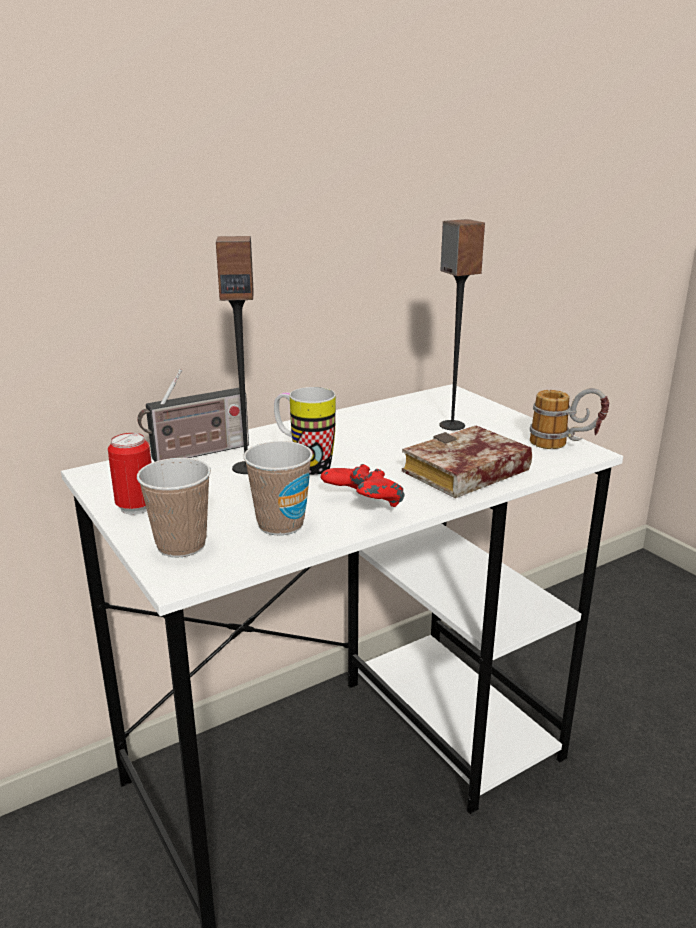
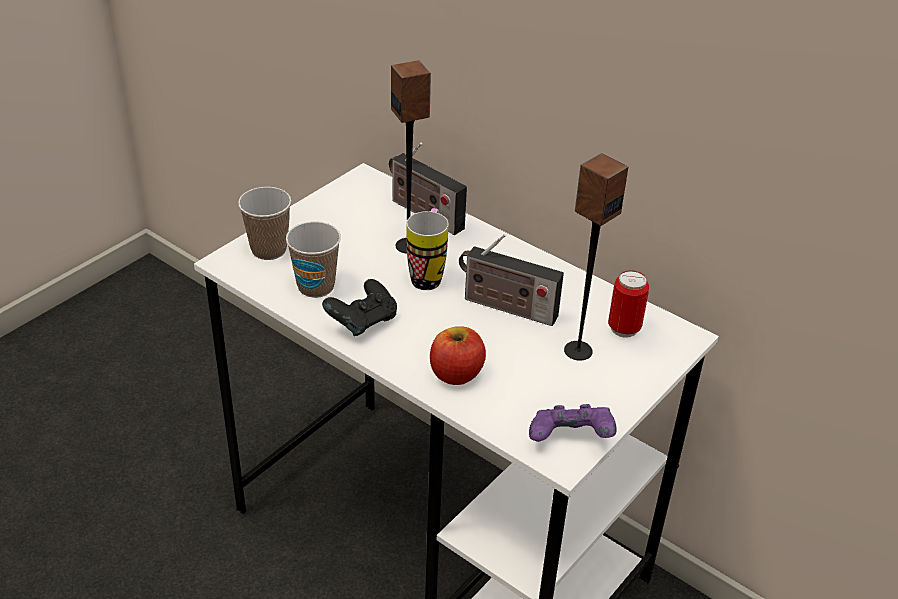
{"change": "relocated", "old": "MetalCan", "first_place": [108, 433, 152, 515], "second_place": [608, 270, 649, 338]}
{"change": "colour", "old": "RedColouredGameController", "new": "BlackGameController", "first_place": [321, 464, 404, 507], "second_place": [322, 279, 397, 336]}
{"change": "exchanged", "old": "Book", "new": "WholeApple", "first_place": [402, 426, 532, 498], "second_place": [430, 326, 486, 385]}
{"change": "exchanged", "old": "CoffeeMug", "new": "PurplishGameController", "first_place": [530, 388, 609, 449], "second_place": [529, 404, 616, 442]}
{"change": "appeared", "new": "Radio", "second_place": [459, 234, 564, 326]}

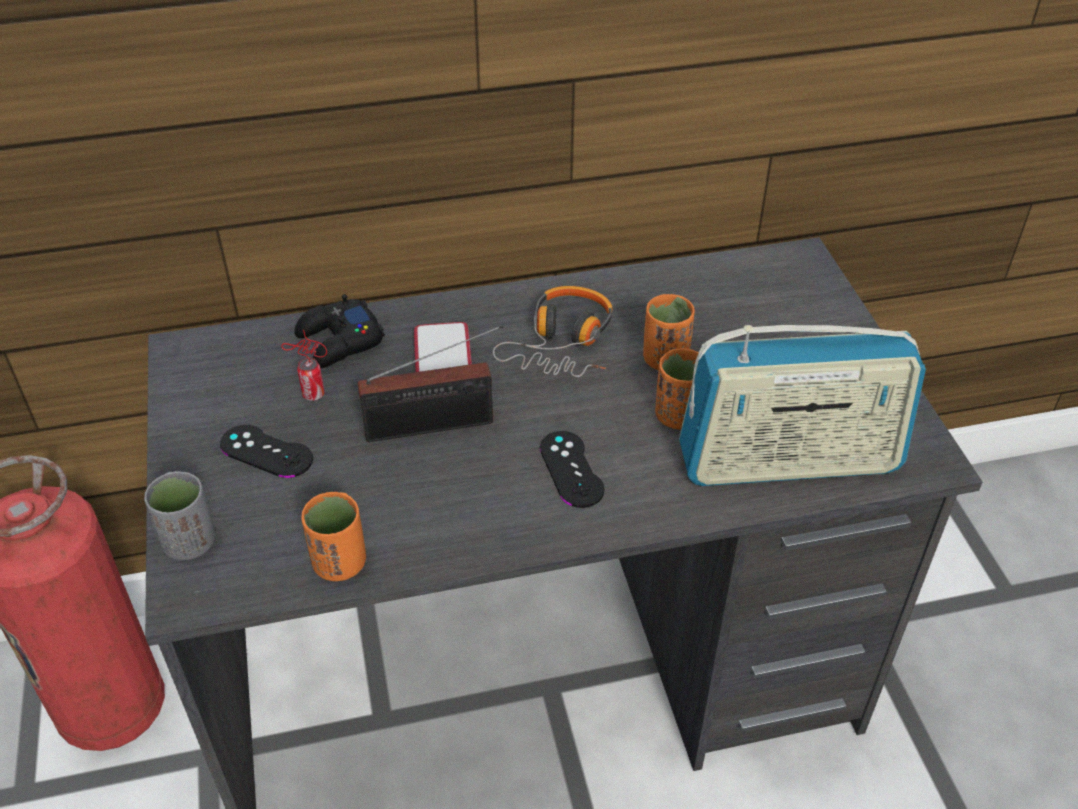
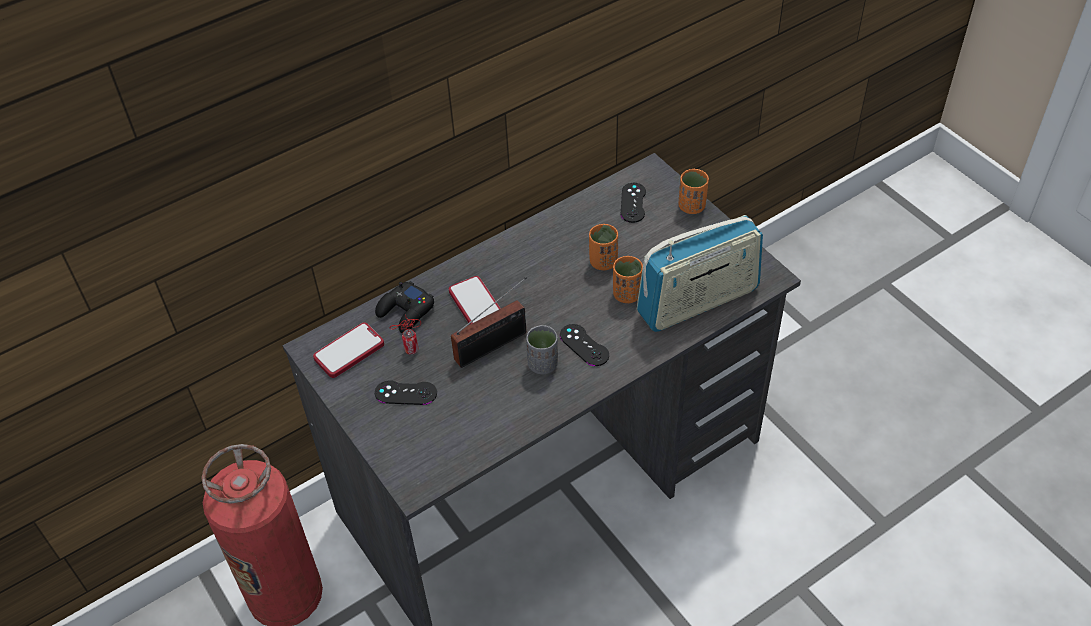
{"change": "relocated", "old": "GrayDrinkingCup", "first_place": [144, 471, 215, 560], "second_place": [526, 325, 558, 374]}
{"change": "relocated", "old": "OrangeColouredDrinkingCup", "first_place": [301, 492, 366, 581], "second_place": [678, 168, 709, 214]}
{"change": "missing", "old": "Headphones", "first_place": [493, 286, 613, 377]}
{"change": "appeared", "new": "Telephone", "second_place": [313, 323, 384, 378]}
{"change": "appeared", "new": "BlackGameController", "second_place": [620, 183, 646, 223]}

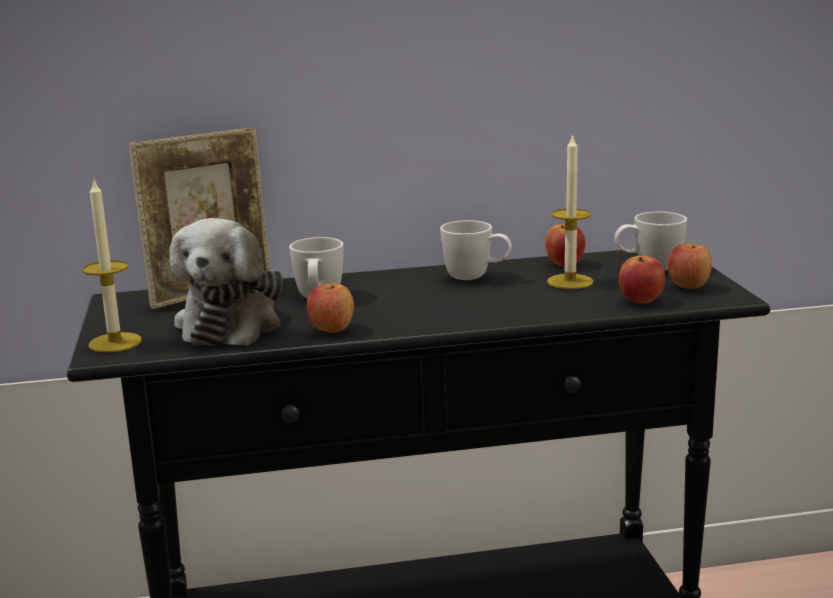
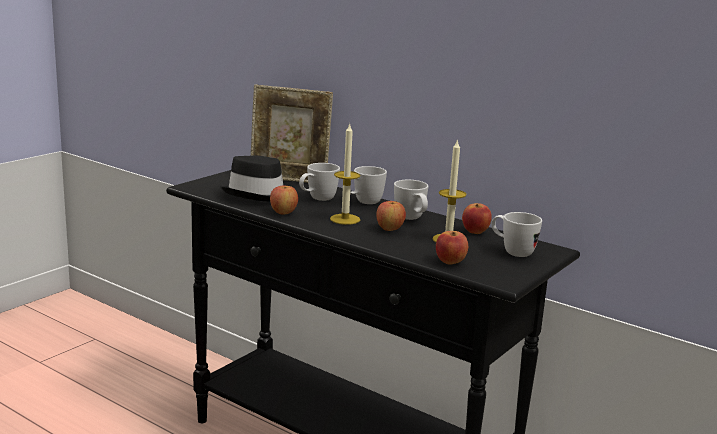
{"change": "relocated", "old": "WaxLight", "first_place": [82, 180, 141, 353], "second_place": [330, 123, 360, 225]}
{"change": "exchanged", "old": "PlushToy", "new": "BlackClothingHat", "first_place": [170, 218, 283, 346], "second_place": [221, 156, 284, 201]}
{"change": "relocated", "old": "WholeApple", "first_place": [667, 244, 712, 289], "second_place": [376, 201, 406, 231]}
{"change": "appeared", "new": "WhiteCoffeeMug", "second_place": [350, 166, 387, 204]}

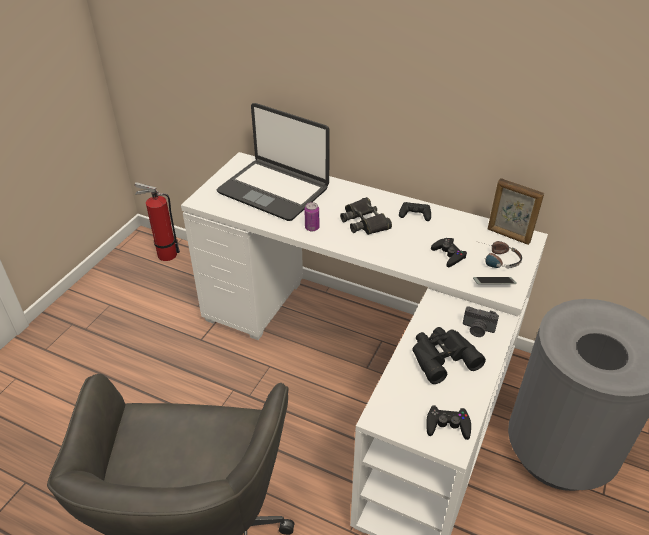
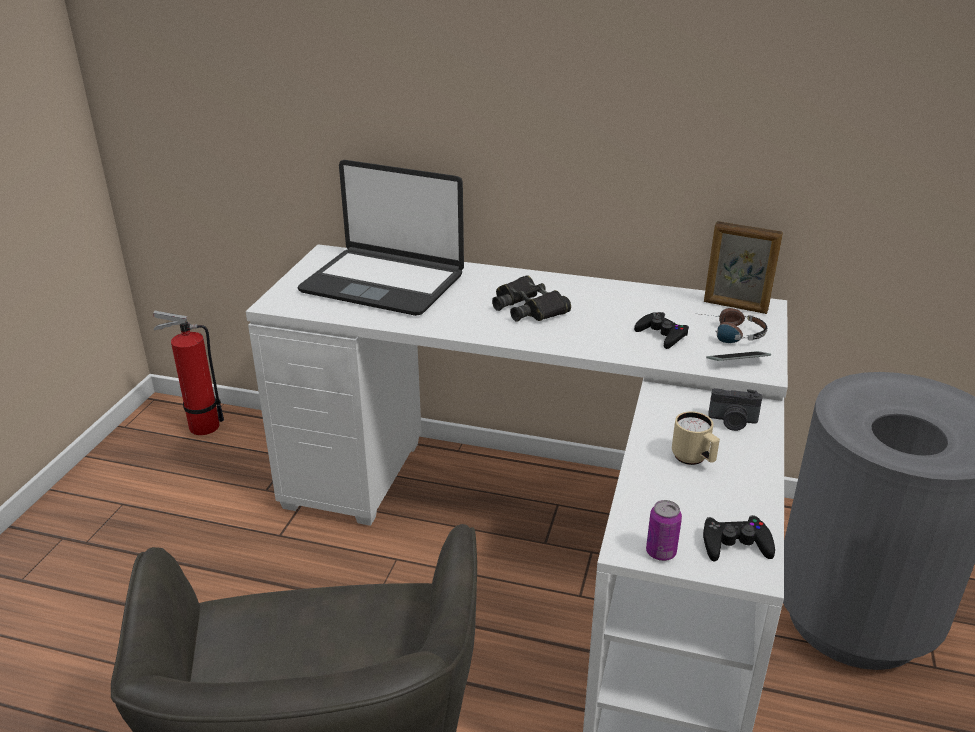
{"change": "relocated", "old": "MetalCan", "first_place": [304, 202, 319, 231], "second_place": [646, 500, 682, 561]}
{"change": "missing", "old": "BlackGameController", "first_place": [399, 202, 431, 221]}
{"change": "exchanged", "old": "BlackBinoculars", "new": "BeigeColouredCoffeeMug", "first_place": [412, 327, 486, 384], "second_place": [672, 411, 720, 465]}

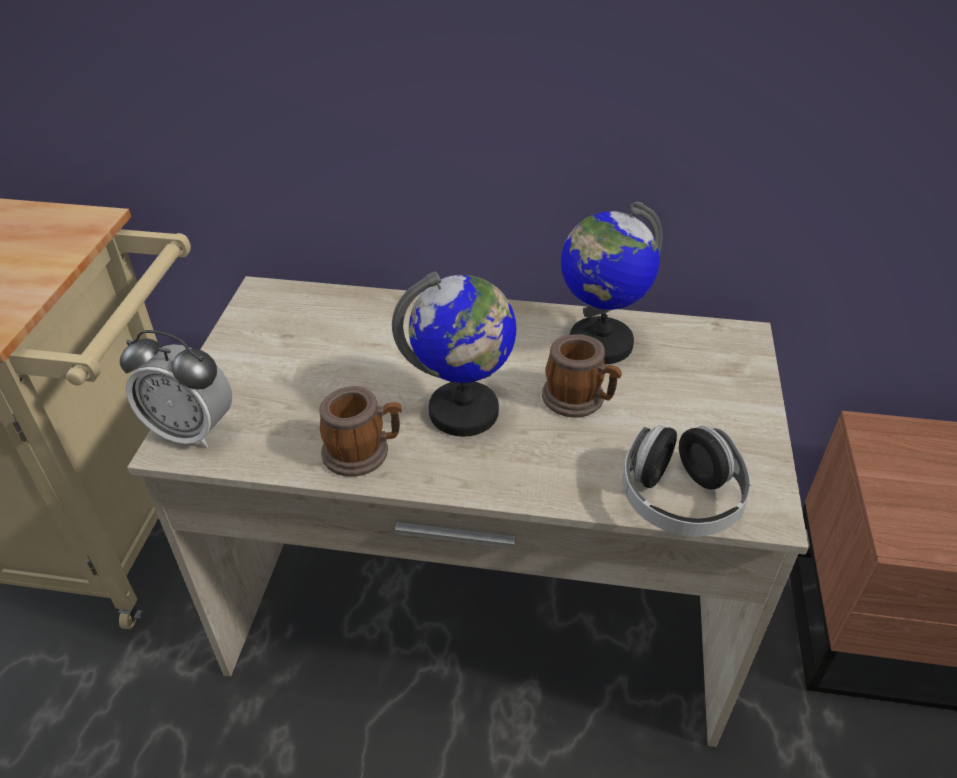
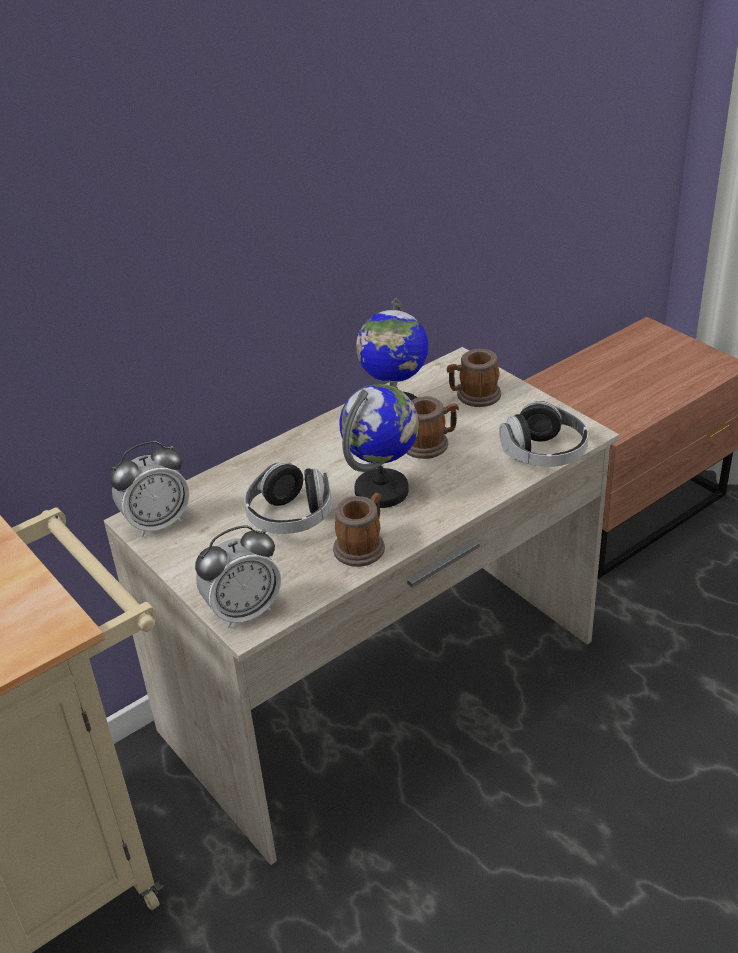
{"change": "appeared", "new": "AlarmClock", "second_place": [109, 441, 189, 537]}
{"change": "appeared", "new": "Headphones", "second_place": [244, 462, 332, 534]}
{"change": "appeared", "new": "CoffeeMug", "second_place": [447, 349, 501, 407]}

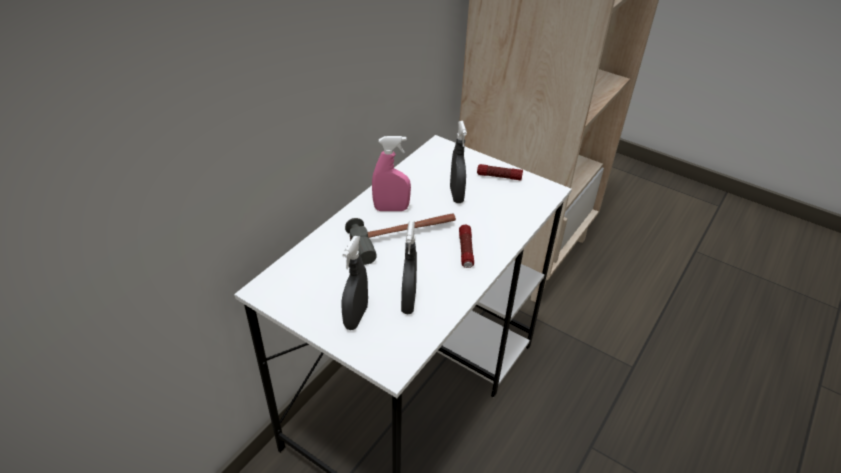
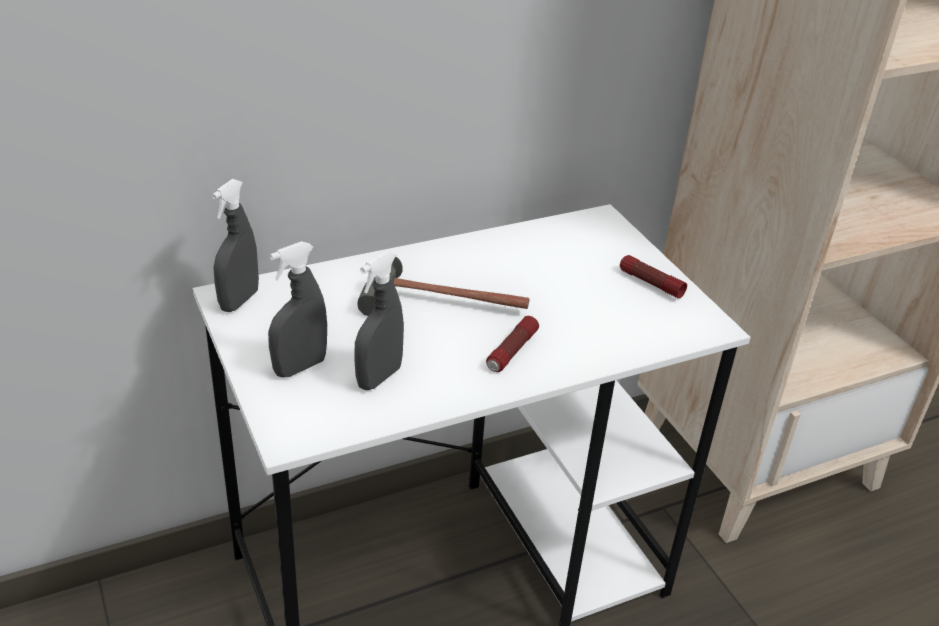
{"change": "missing", "old": "PinkishHandSprayer", "first_place": [372, 136, 411, 211]}
{"change": "relocated", "old": "GrayHandSprayer", "first_place": [450, 121, 467, 203], "second_place": [211, 179, 259, 312]}

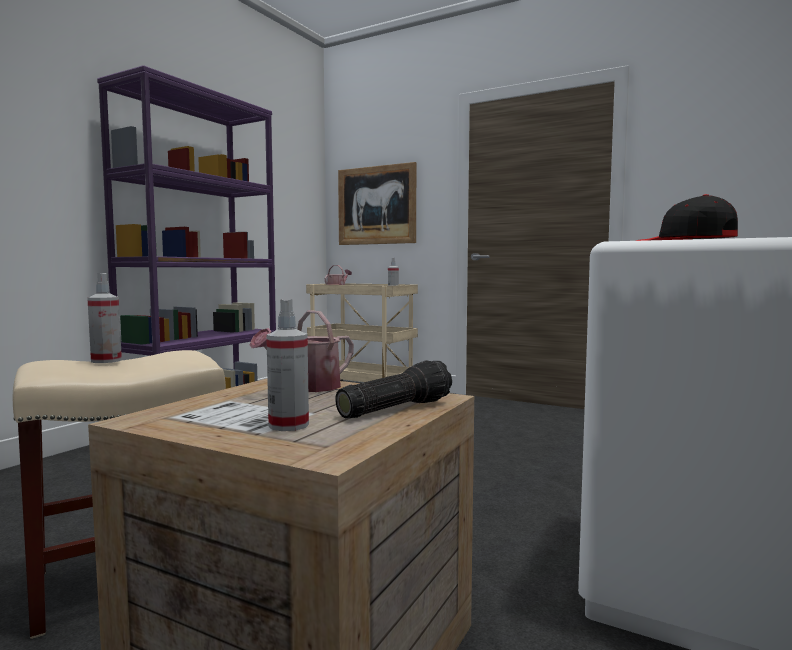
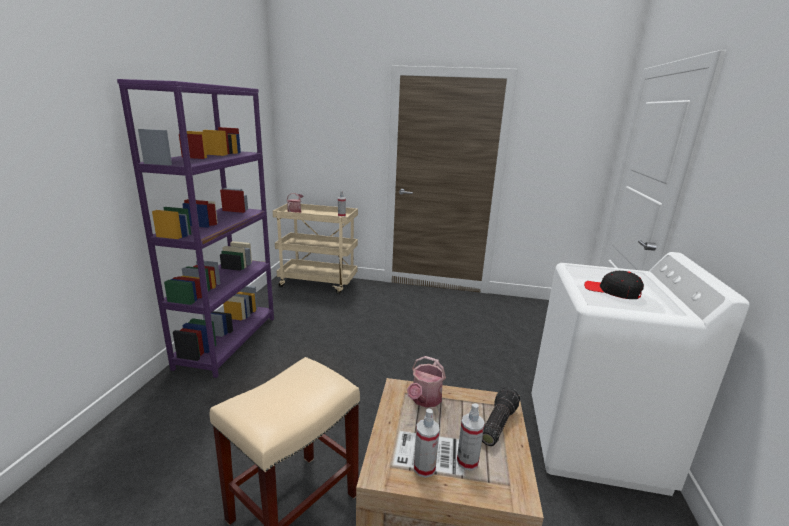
{"change": "relocated", "old": "HandSprayer", "first_place": [87, 273, 122, 363], "second_place": [414, 408, 440, 478]}
{"change": "missing", "old": "WallPicture", "first_place": [338, 162, 416, 245]}

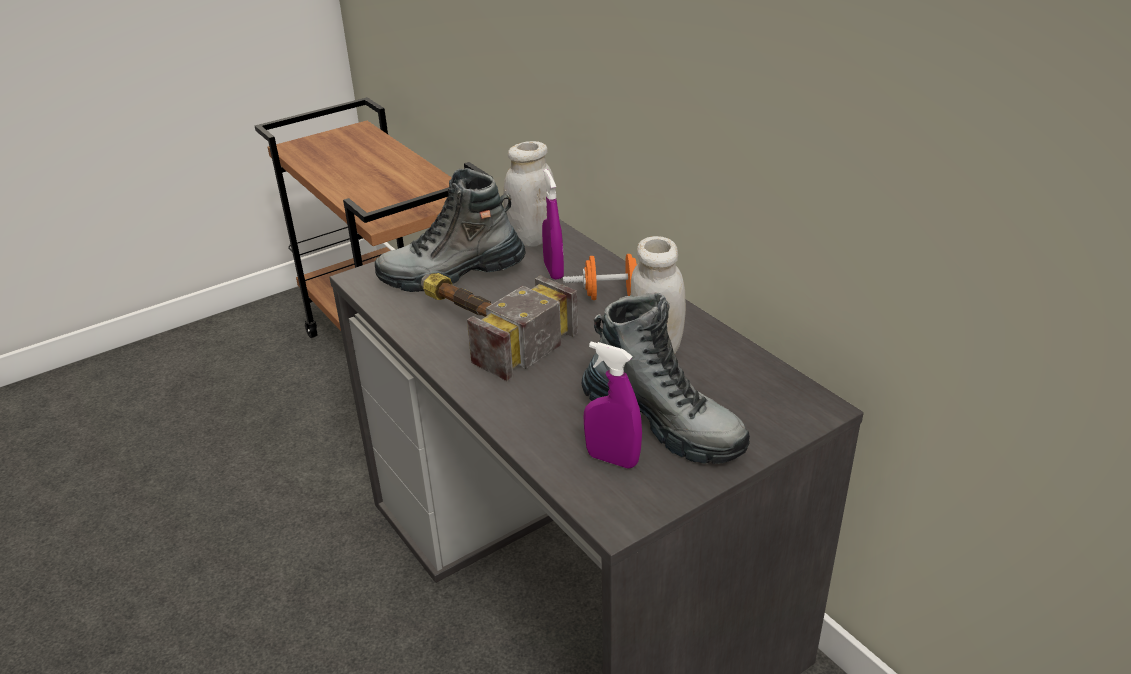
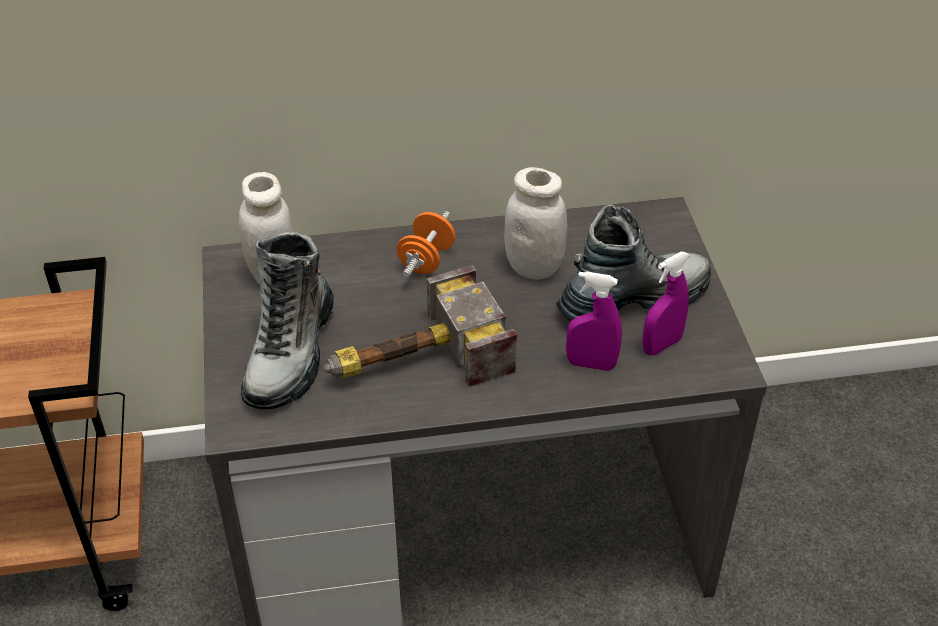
{"change": "relocated", "old": "PurplishHandSprayer", "first_place": [542, 169, 564, 280], "second_place": [566, 271, 622, 371]}

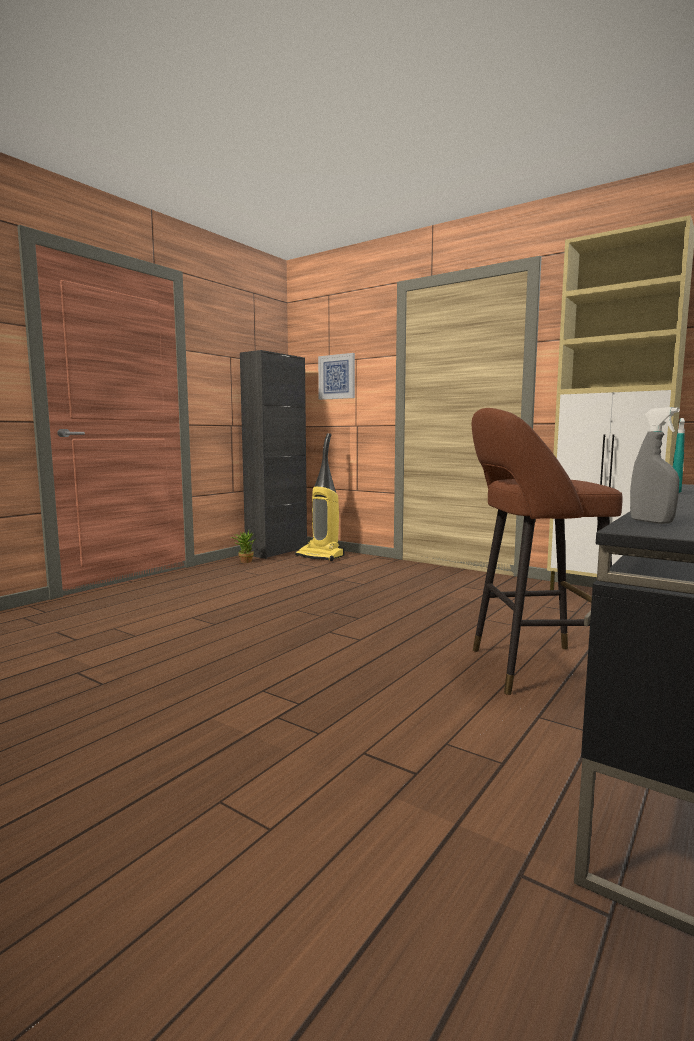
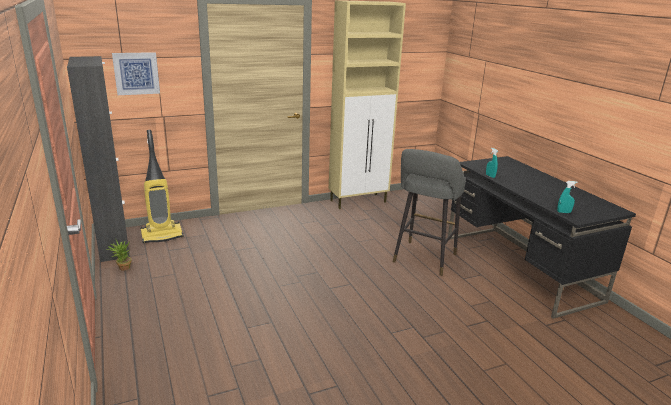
{"change": "colour", "old": "BrownColouredStoolSeat", "new": "GrayStoolSeat", "first_place": [471, 408, 623, 695], "second_place": [393, 149, 466, 276]}
{"change": "colour", "old": "GrayHandSprayer", "new": "BlueGreenHandSprayer", "first_place": [630, 407, 680, 524], "second_place": [557, 181, 577, 213]}

